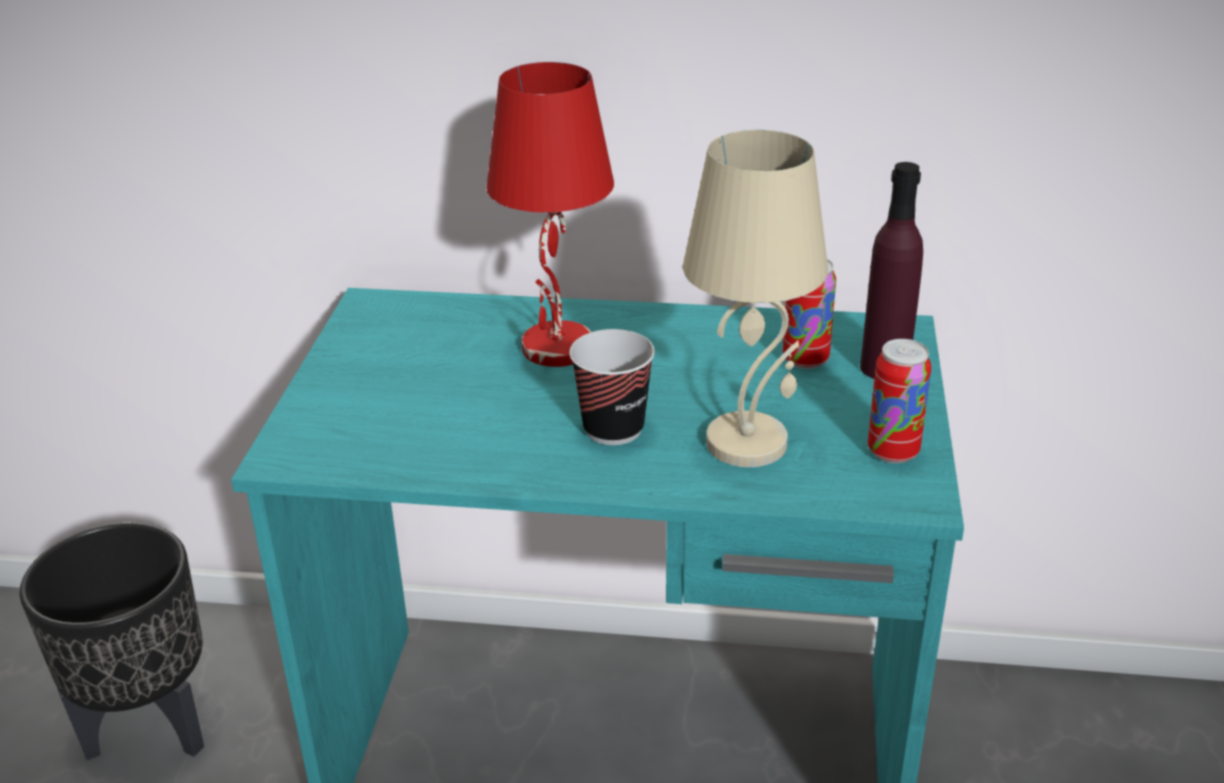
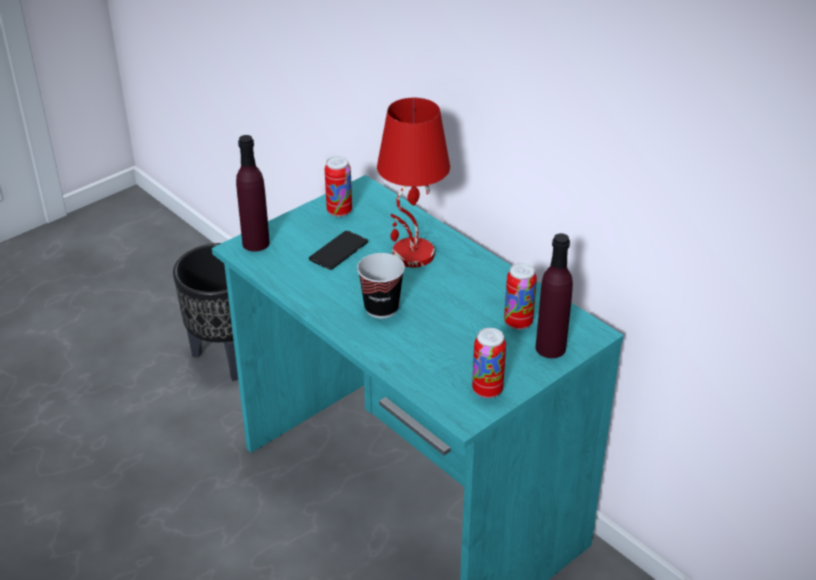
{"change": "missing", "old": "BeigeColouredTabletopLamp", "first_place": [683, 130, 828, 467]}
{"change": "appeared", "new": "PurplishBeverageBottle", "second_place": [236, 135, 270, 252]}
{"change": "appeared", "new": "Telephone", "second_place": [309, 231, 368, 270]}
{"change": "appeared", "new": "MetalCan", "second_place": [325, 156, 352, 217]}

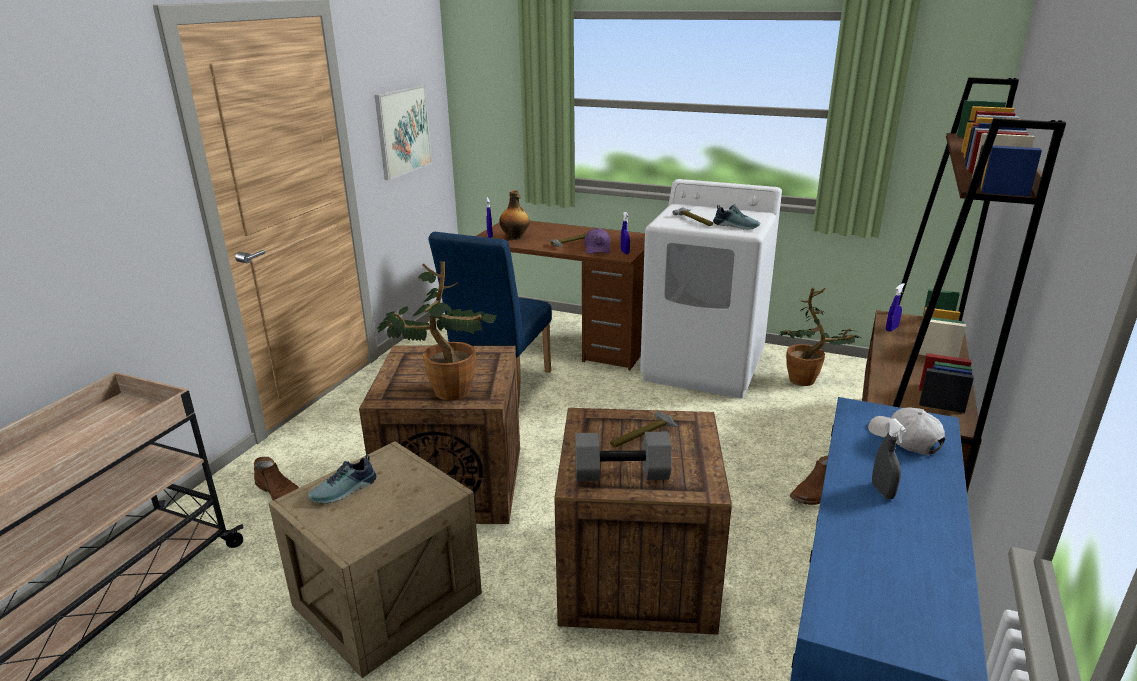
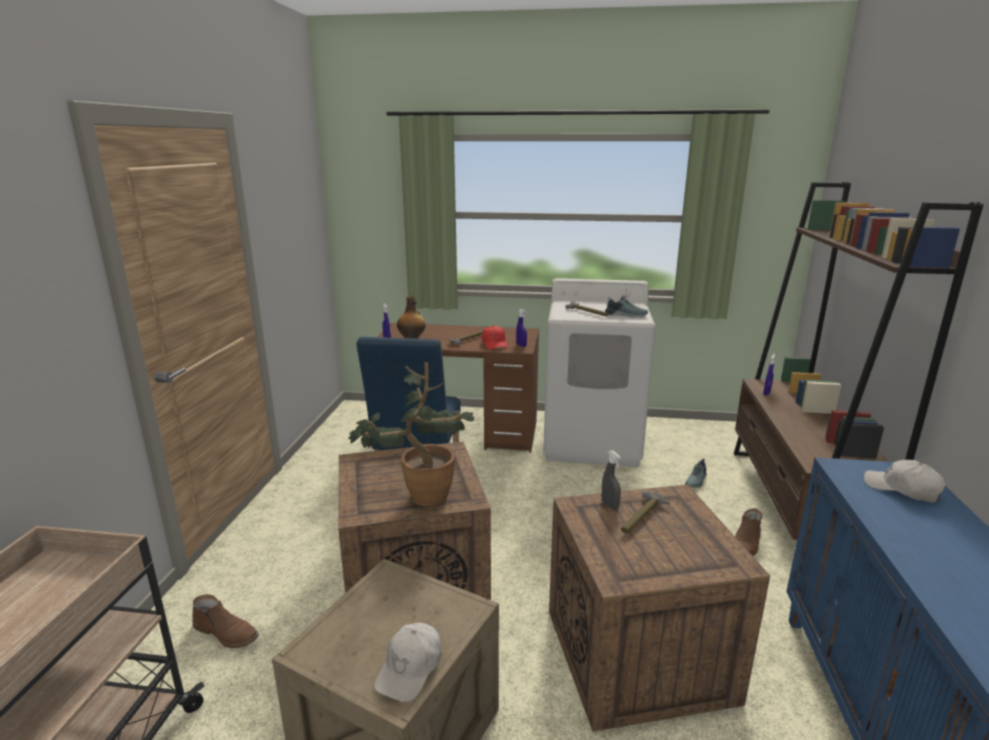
{"change": "relocated", "old": "LowShoe", "first_place": [308, 455, 376, 504], "second_place": [685, 459, 707, 488]}
{"change": "missing", "old": "WallPicture", "first_place": [375, 85, 432, 180]}
{"change": "missing", "old": "GrayHandWeight", "first_place": [575, 432, 672, 481]}
{"change": "colour", "old": "PurplishPeakedCap", "new": "RedColouredPeakedCap", "first_place": [584, 228, 611, 254], "second_place": [482, 325, 508, 349]}
{"change": "missing", "old": "Houseplant", "first_place": [780, 287, 863, 386]}
{"change": "relocated", "old": "GrayHandSprayer", "first_place": [872, 418, 907, 499], "second_place": [601, 450, 621, 510]}
{"change": "appeared", "new": "WhitePeakedCap", "second_place": [374, 623, 441, 702]}

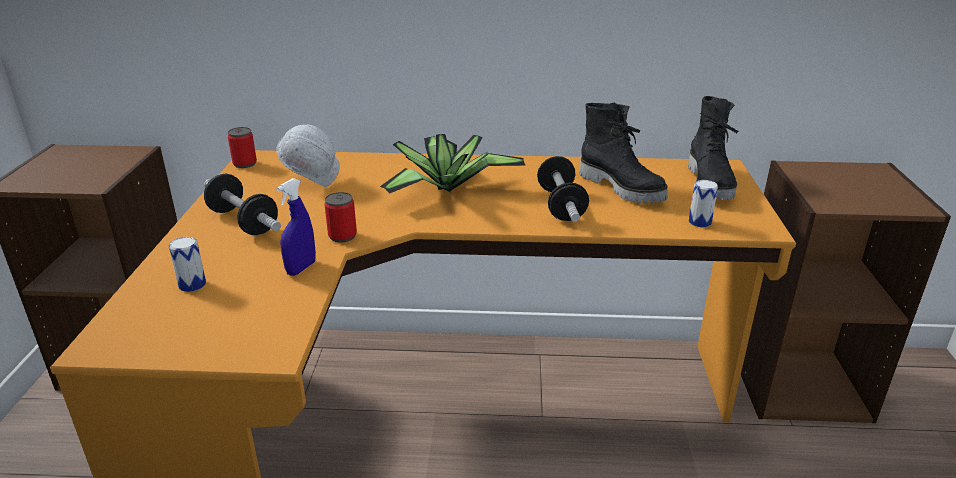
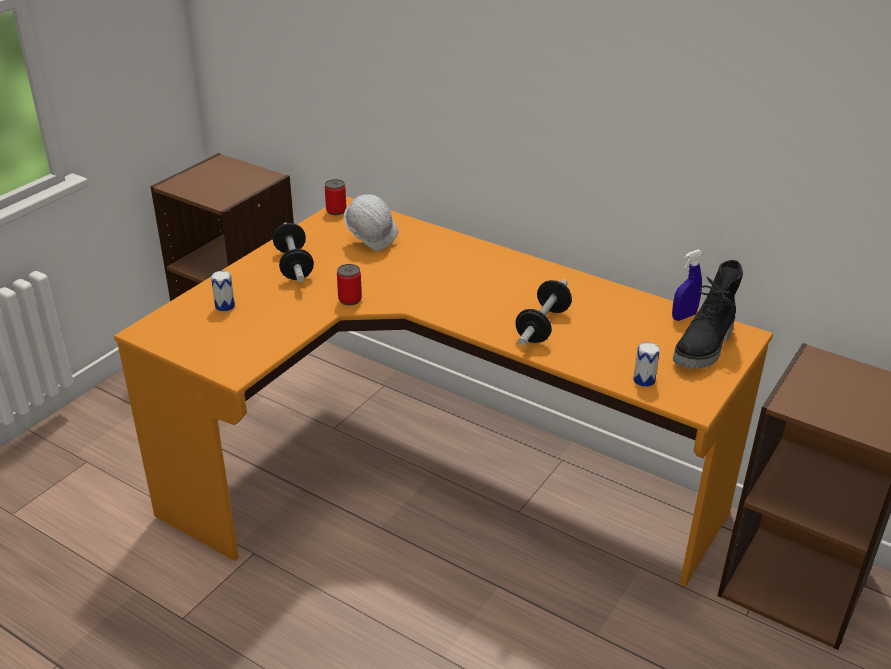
{"change": "relocated", "old": "BlueColouredHandSprayer", "first_place": [276, 178, 316, 276], "second_place": [672, 250, 704, 321]}
{"change": "missing", "old": "Houseplant", "first_place": [380, 134, 526, 194]}
{"change": "missing", "old": "BlackHighTopBoot", "first_place": [580, 102, 668, 203]}

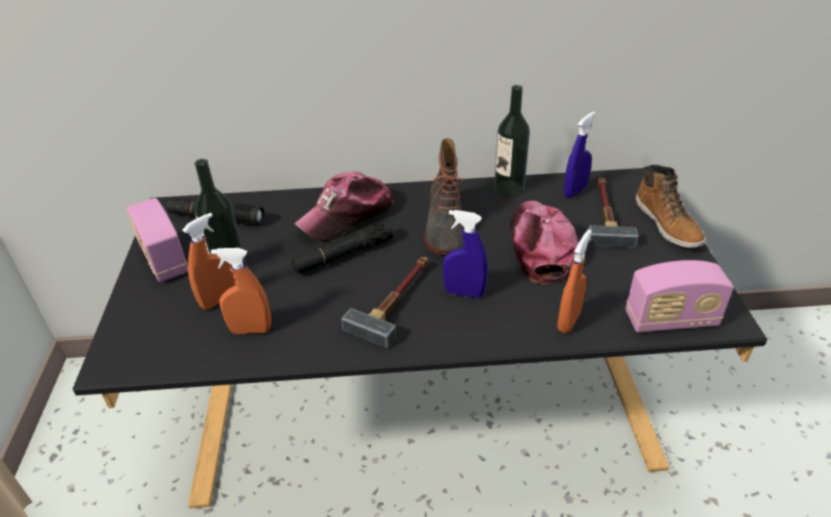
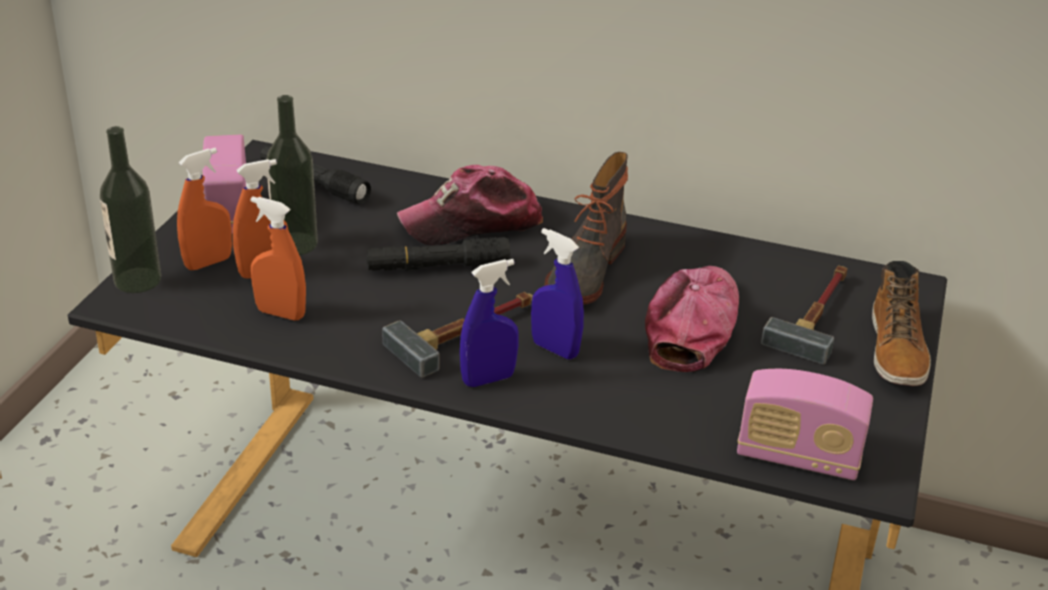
{"change": "relocated", "old": "BeverageBottle", "first_place": [494, 85, 530, 197], "second_place": [99, 126, 161, 293]}
{"change": "relocated", "old": "OrangeColouredHandSprayer", "first_place": [557, 229, 592, 333], "second_place": [177, 148, 232, 270]}
{"change": "relocated", "old": "BlueColouredHandSprayer", "first_place": [564, 112, 596, 198], "second_place": [460, 259, 518, 387]}

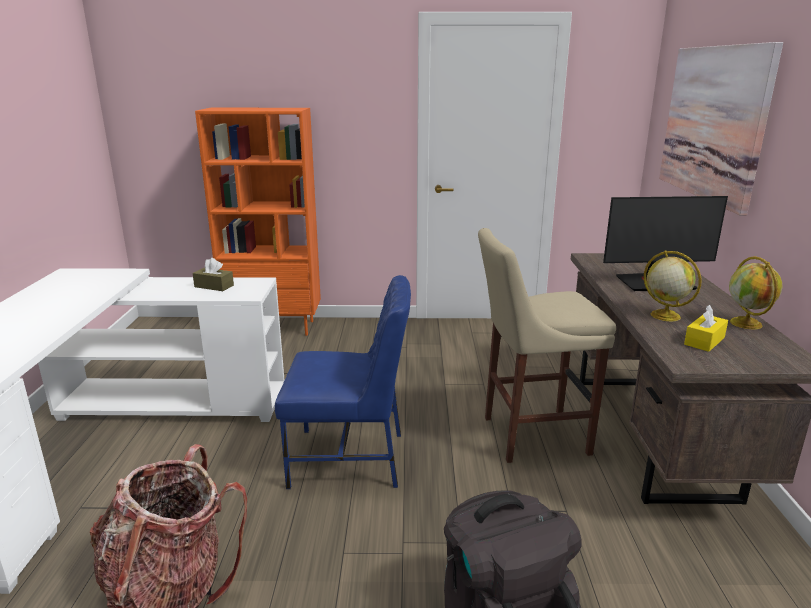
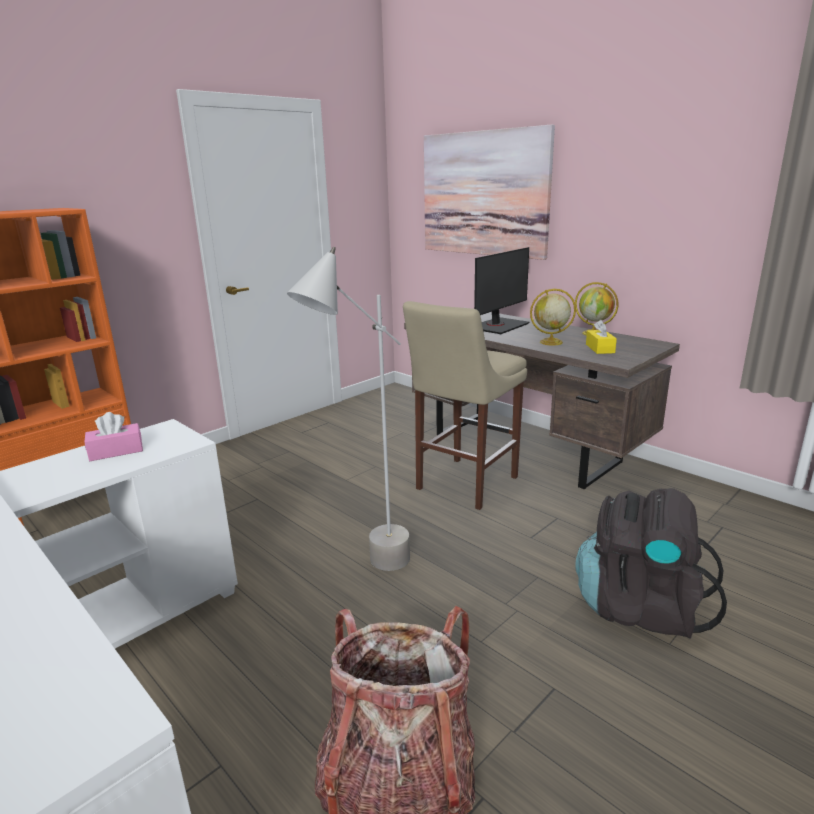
{"change": "colour", "old": "BrownColouredTissueHolder", "new": "PinkishTissueHolder", "first_place": [193, 258, 234, 291], "second_place": [84, 412, 143, 461]}
{"change": "exchanged", "old": "BlueColouredChair", "new": "GrayStandardLamp", "first_place": [275, 275, 411, 489], "second_place": [287, 247, 410, 571]}

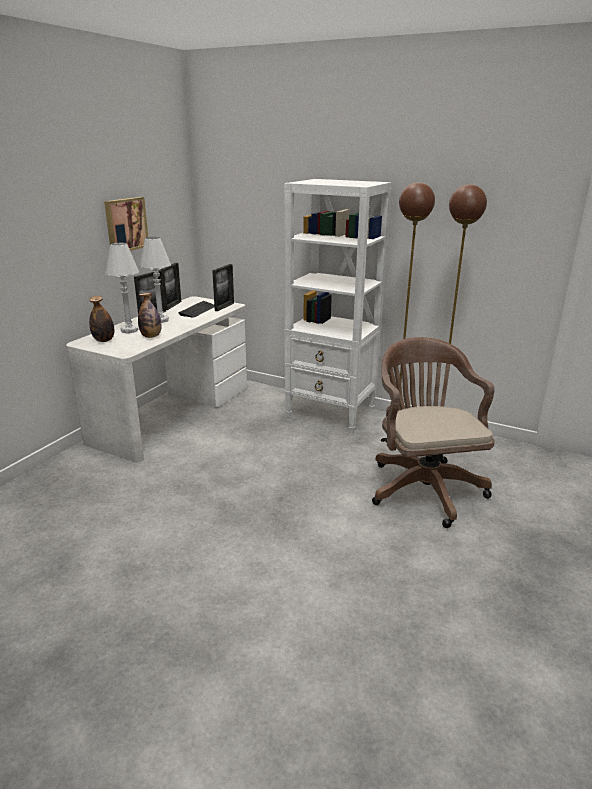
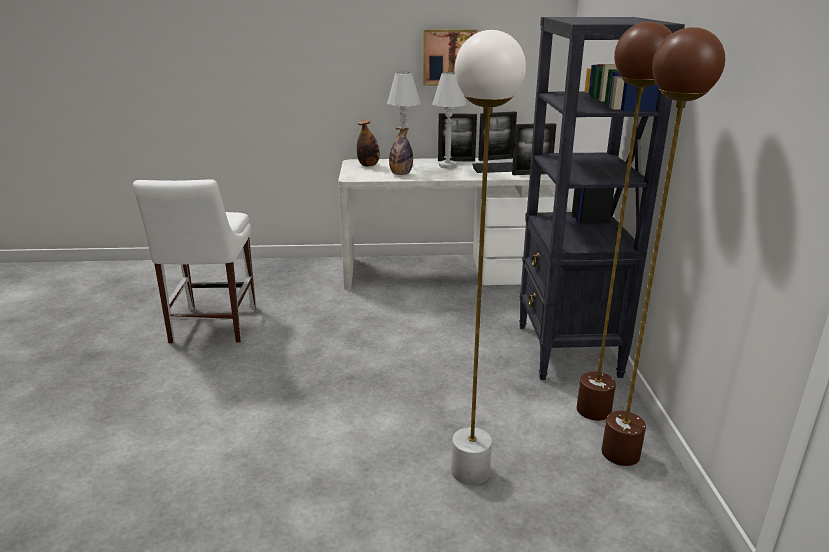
{"change": "colour", "old": "WhiteBookcase", "new": "BlackBookcase", "first_place": [284, 179, 392, 432], "second_place": [519, 17, 685, 380]}
{"change": "exchanged", "old": "BrownColouredOfficeChair", "new": "WhiteStandardLamp", "first_place": [372, 337, 495, 528], "second_place": [451, 30, 526, 485]}
{"change": "appeared", "new": "WhiteChair", "second_place": [133, 179, 256, 343]}

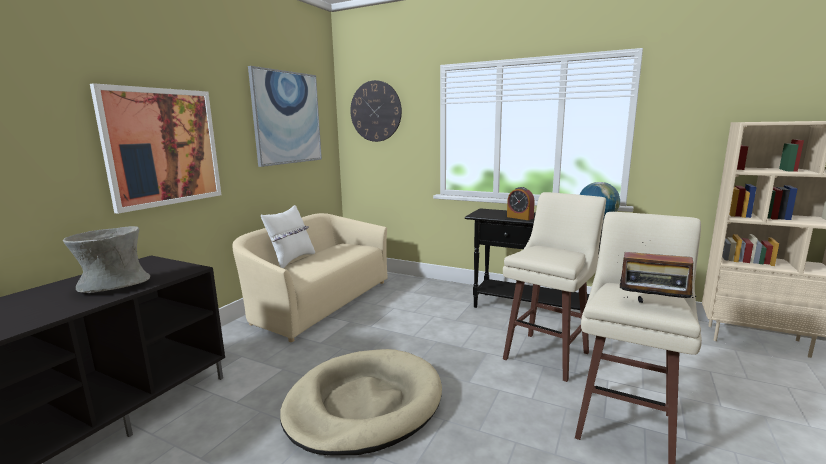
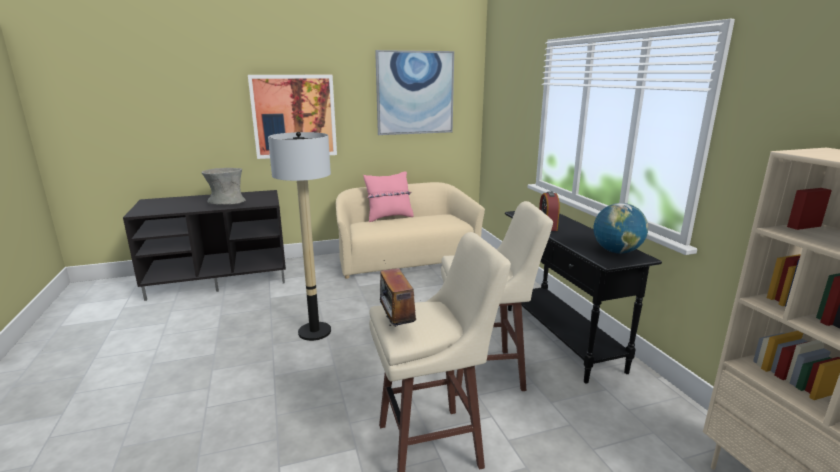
{"change": "colour", "old": "WhiteThrowPillow", "new": "PinkishThrowPillow", "first_place": [261, 205, 315, 268], "second_place": [363, 171, 413, 222]}
{"change": "exchanged", "old": "BeigeColouredDogBed", "new": "StandardLamp", "first_place": [280, 349, 442, 456], "second_place": [268, 132, 331, 341]}
{"change": "missing", "old": "HangingClock", "first_place": [350, 80, 402, 142]}

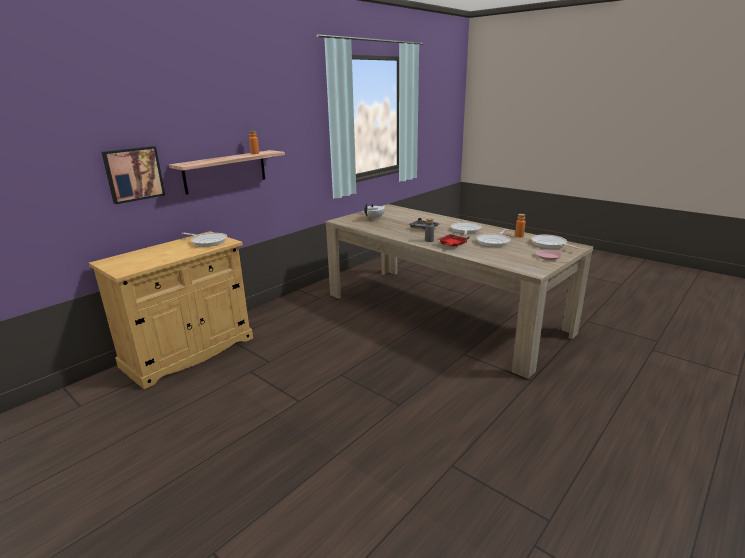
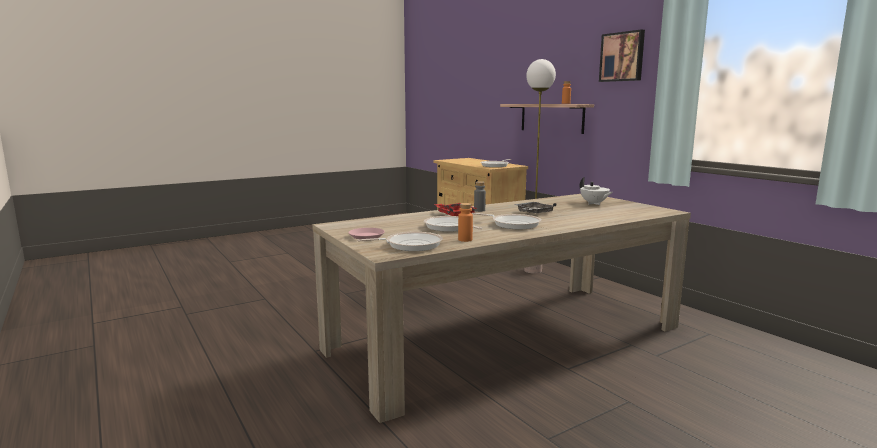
{"change": "relocated", "old": "WallPicture", "first_place": [101, 146, 165, 204], "second_place": [599, 29, 645, 82]}
{"change": "appeared", "new": "StandardLamp", "second_place": [524, 59, 556, 274]}

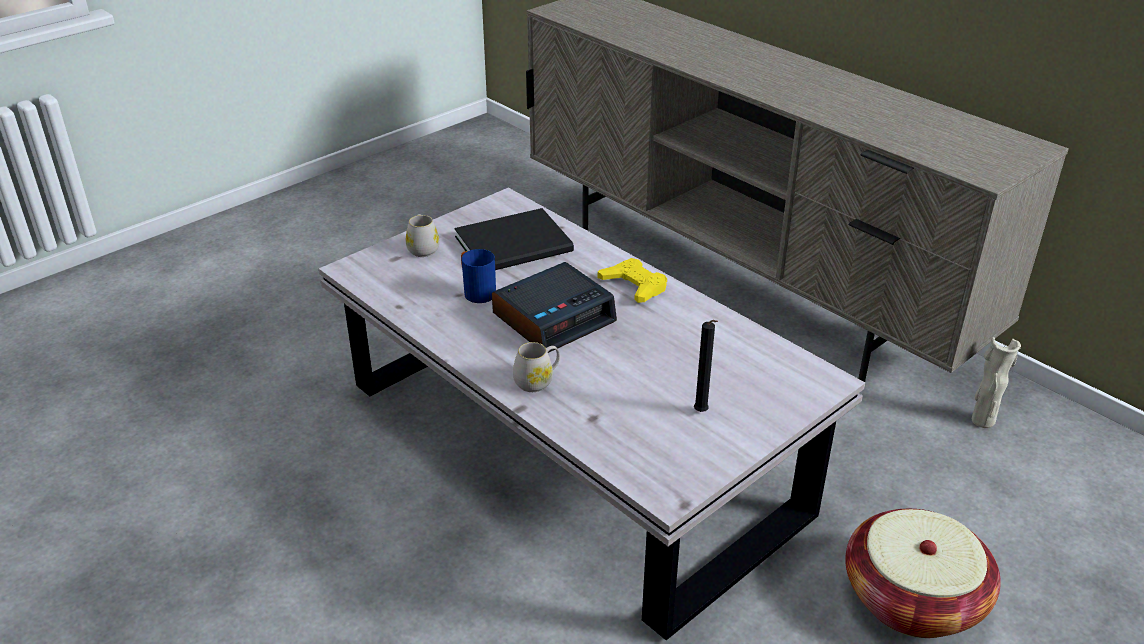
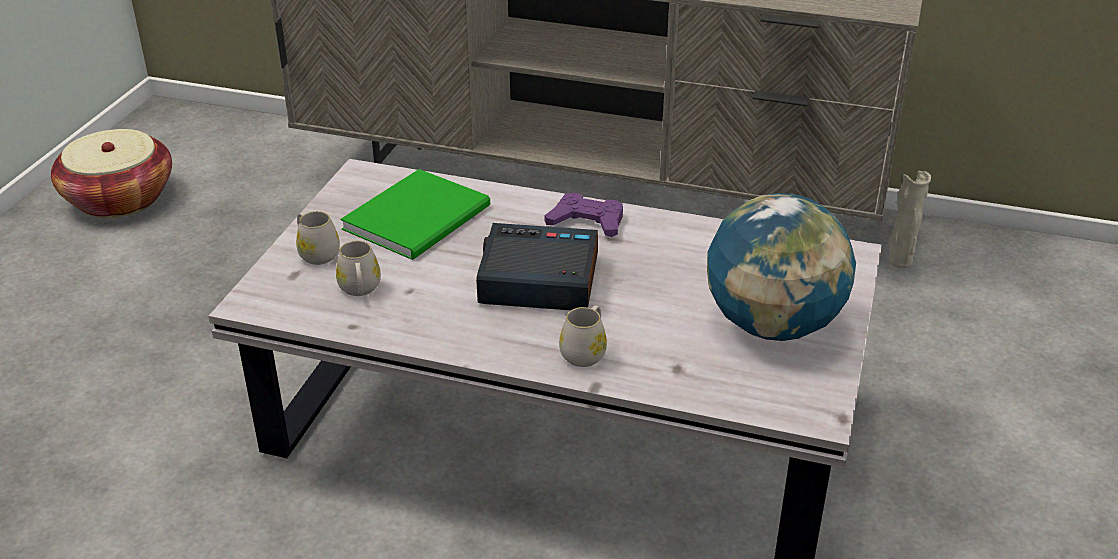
{"change": "colour", "old": "BlackBook", "new": "GreenColouredBook", "first_place": [454, 208, 574, 270], "second_place": [341, 169, 490, 260]}
{"change": "missing", "old": "BlueColouredCoffeeMug", "first_place": [461, 249, 496, 303]}
{"change": "spun", "old": "AlarmClock", "first_place": [492, 262, 617, 353], "second_place": [476, 223, 598, 310], "degrees": -105}
{"change": "colour", "old": "YellowGameController", "new": "PurplishGameController", "first_place": [598, 258, 667, 303], "second_place": [544, 193, 623, 237]}
{"change": "exchanged", "old": "BlackWaxLight", "new": "DeskGlobe", "first_place": [694, 320, 718, 412], "second_place": [707, 193, 856, 341]}
{"change": "relocated", "old": "HouseholdBasket", "first_place": [845, 509, 1001, 638], "second_place": [51, 129, 172, 218]}
{"change": "appeared", "new": "WhiteCoffeeMug", "second_place": [336, 241, 381, 296]}

